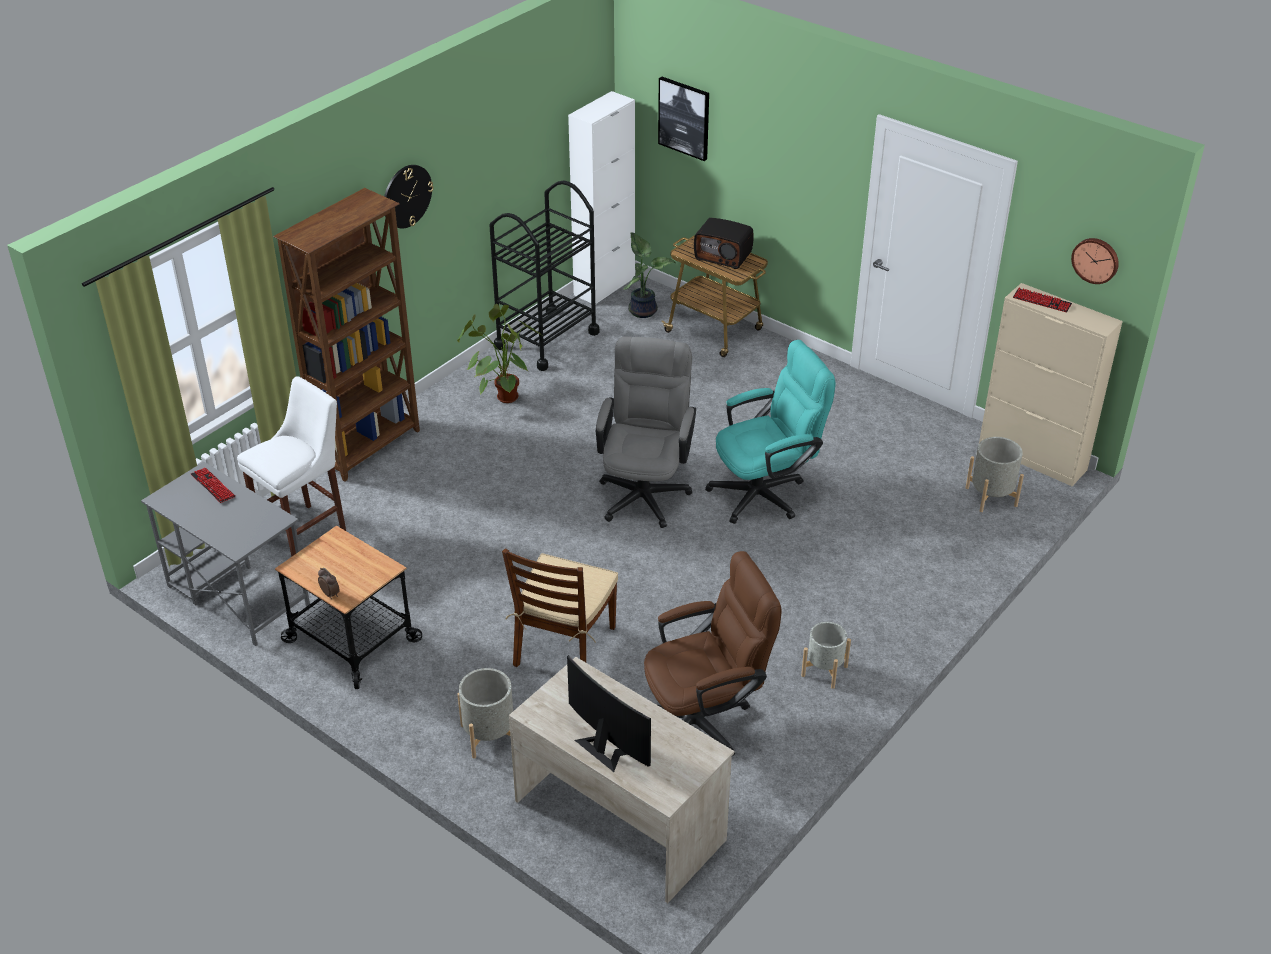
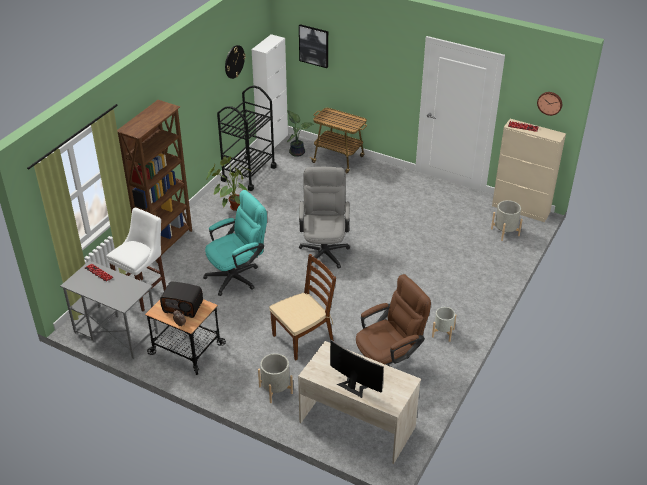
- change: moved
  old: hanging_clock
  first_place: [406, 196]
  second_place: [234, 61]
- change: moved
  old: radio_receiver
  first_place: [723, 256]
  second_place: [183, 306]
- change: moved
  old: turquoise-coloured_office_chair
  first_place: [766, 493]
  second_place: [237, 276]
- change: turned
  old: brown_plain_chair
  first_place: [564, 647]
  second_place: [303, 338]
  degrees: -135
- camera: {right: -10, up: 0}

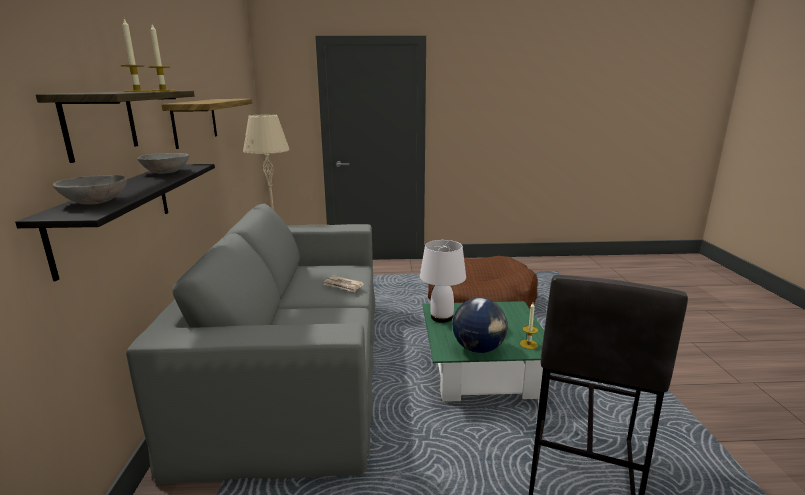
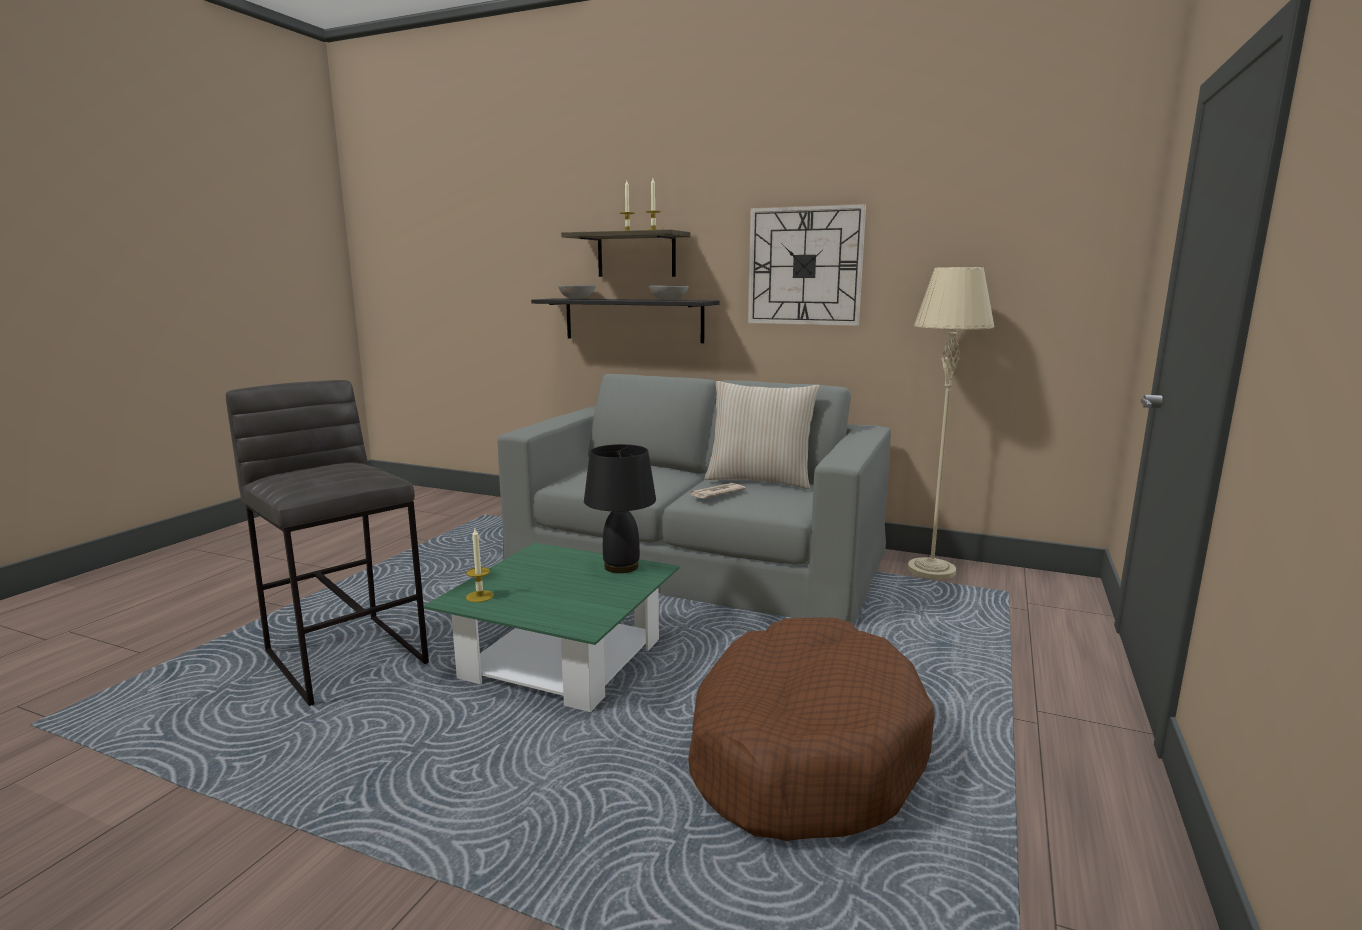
- change: removed
  old: desk_globe
  first_place: [478, 349]
- change: added
  new: sand-coloured_cushion
  second_place: [759, 480]
- change: replaced
  old: bracket_shelf
  new: hanging_clock
  first_place: [195, 121]
  second_place: [804, 266]
- change: recoloured
  old: whitish_lamp_for_a_table
  new: black_lamp_for_a_table
  first_place: [441, 317]
  second_place: [621, 566]
- camera: {right: 115, up: -5}

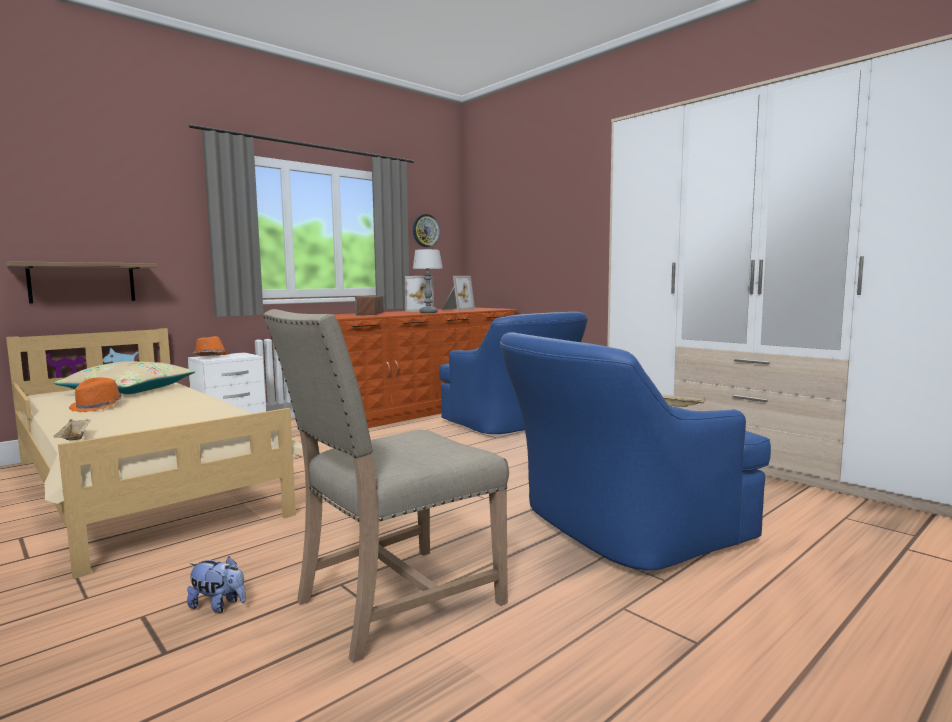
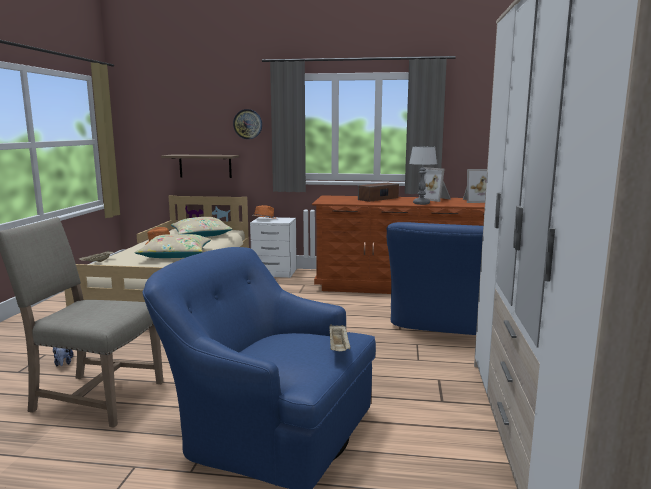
- change: added
  new: sand-coloured_cushion
  second_place: [175, 255]
- change: moved
  old: hanging_clock
  first_place: [425, 230]
  second_place: [248, 124]
- camera: {right: 50, up: 5}

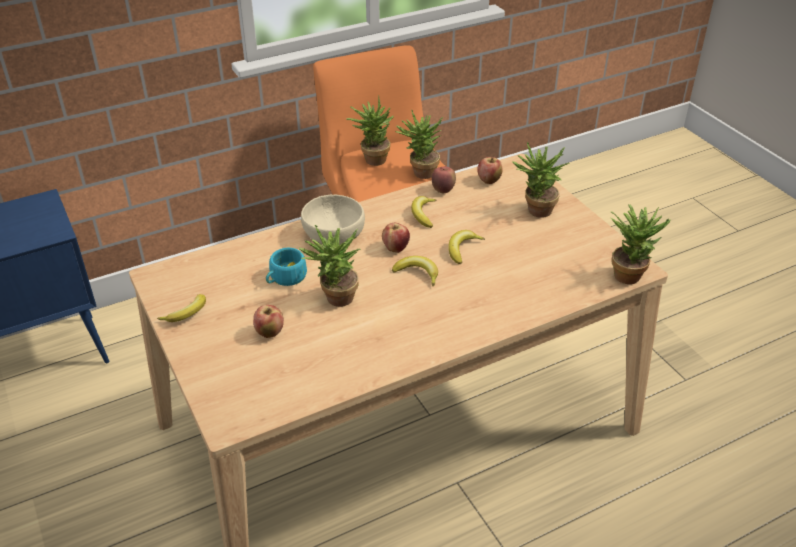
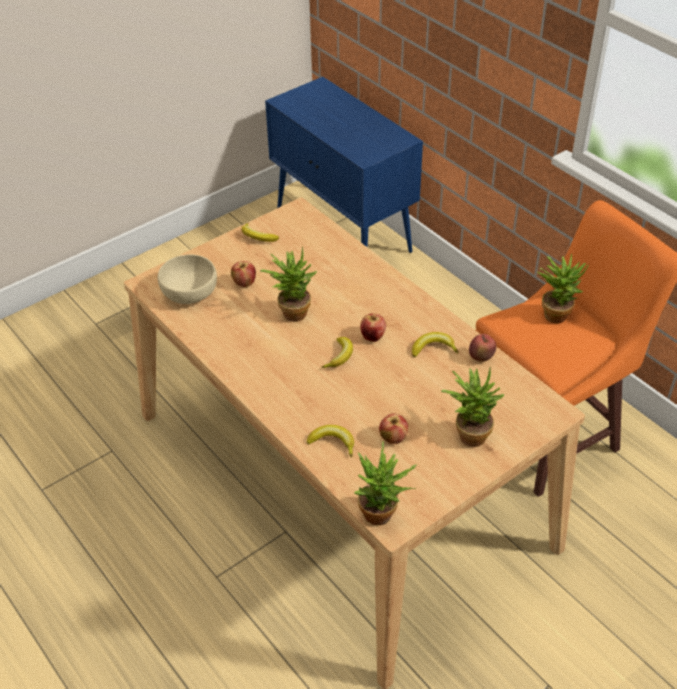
- change: removed
  old: turquoise-coloured_cup
  first_place: [285, 278]
- change: removed
  old: plant_in_a_pot
  first_place: [419, 173]
- change: moved
  old: sand-coloured_bowl
  first_place: [333, 235]
  second_place: [188, 292]
- change: moved
  old: banana
  first_place: [462, 249]
  second_place: [333, 443]
- change: moved
  old: apple_fruit
  first_place: [489, 181]
  second_place: [393, 438]
- camera: {right: 80, up: 5}

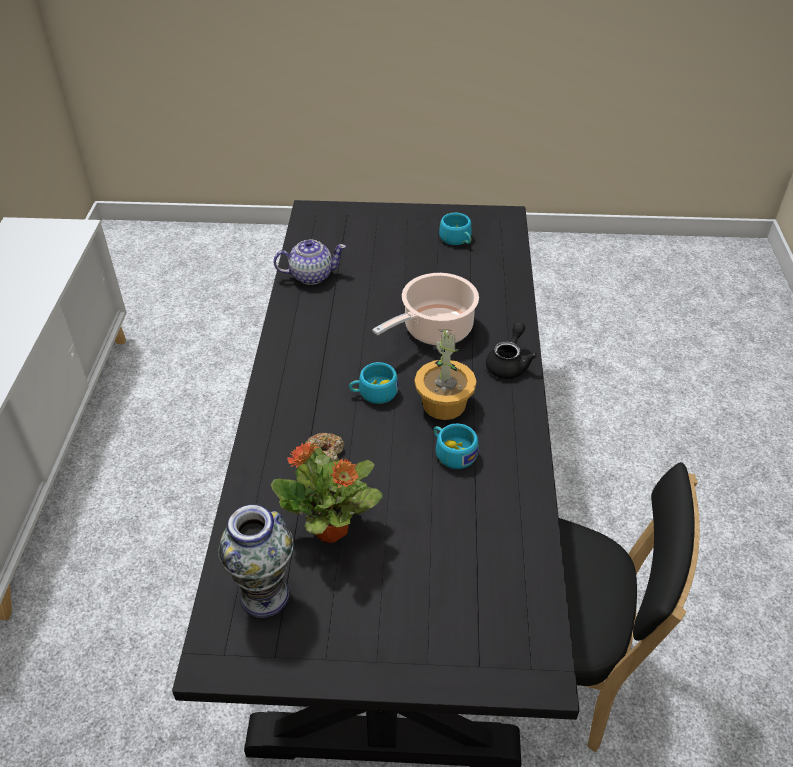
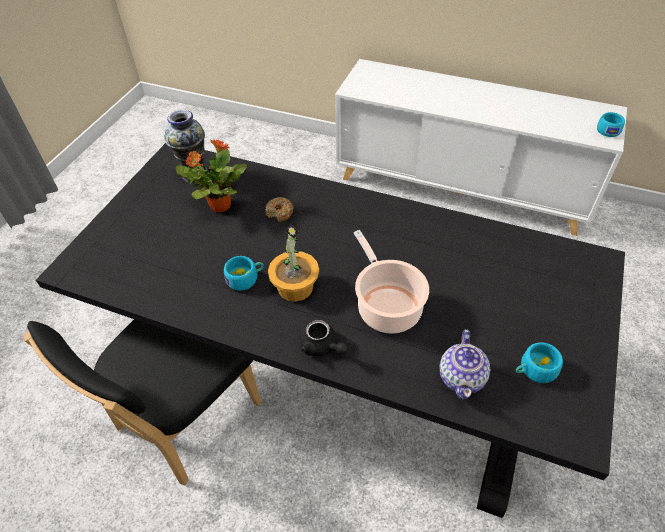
- change: moved
  old: pot_for_tea
  first_place: [311, 275]
  second_place: [462, 377]
- change: moved
  old: turquoise-coloured_cup
  first_place: [373, 393]
  second_place: [607, 129]
- camera: {right: 110, up: 5}

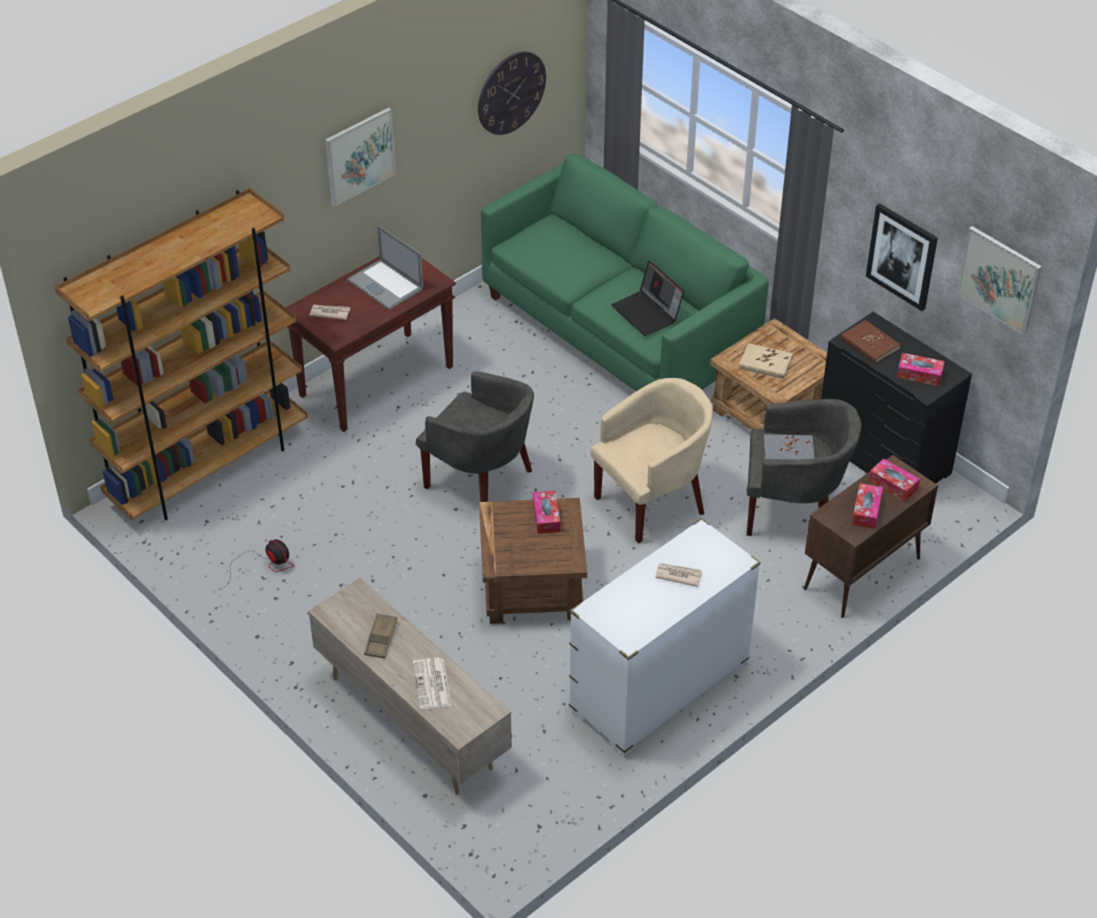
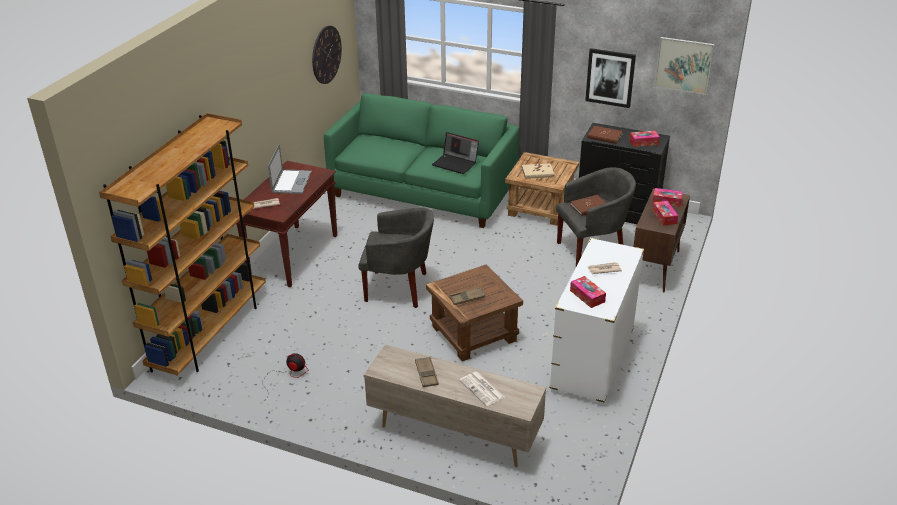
- change: removed
  old: picture
  first_place: [359, 156]
- change: removed
  old: sand-coloured_armchair
  first_place: [652, 502]
- change: added
  new: brown_serving_tray
  second_place: [467, 298]
- change: moved
  old: tissue_box
  first_place: [546, 517]
  second_place: [587, 296]
- change: recoloured
  old: gray_book
  new: brown_book
  first_place: [788, 452]
  second_place: [589, 207]
- change: turned
  old: laptop
  first_place: [385, 285]
  second_place: [291, 182]
  degrees: -105
- camera: {right: -25, up: -10}

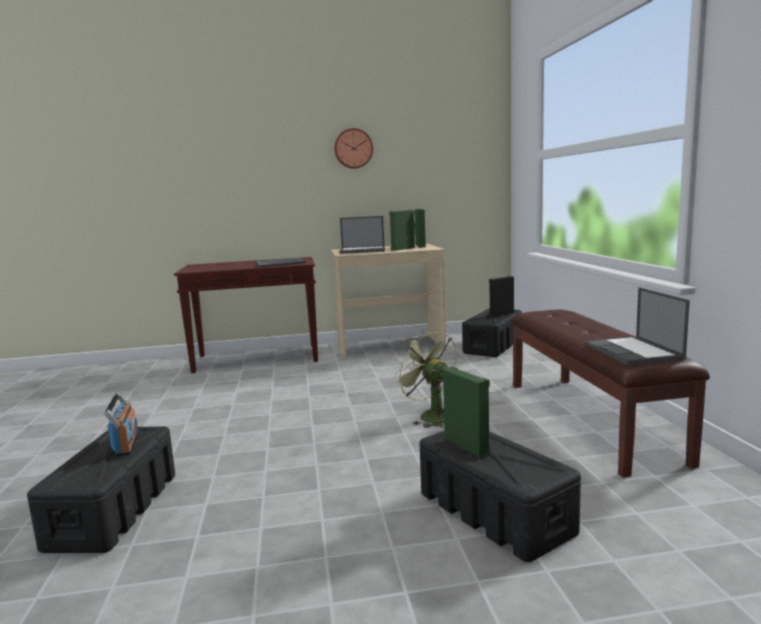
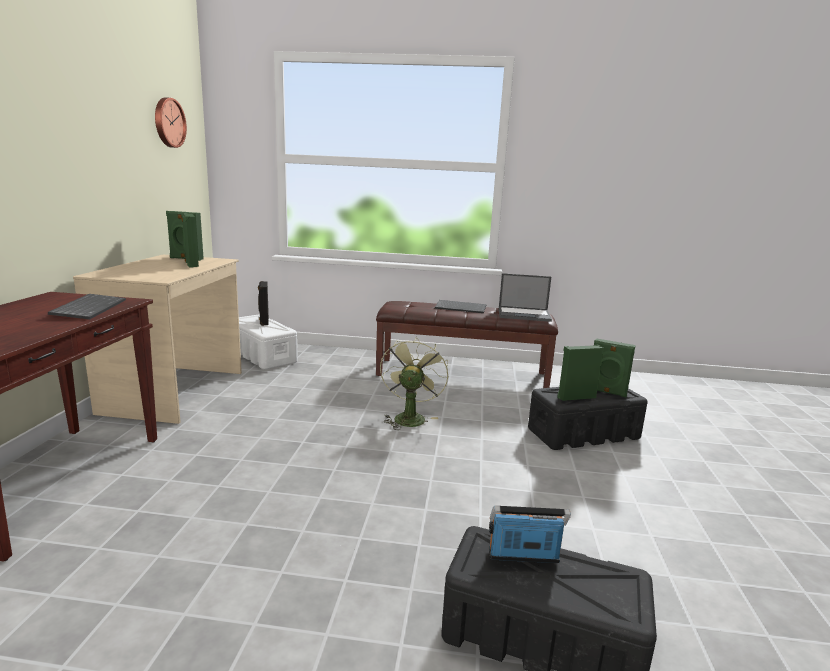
- change: removed
  old: laptop
  first_place: [363, 250]
- change: added
  new: PC_keyboard
  second_place: [461, 308]
- change: added
  new: green_loudspeaker
  second_place: [606, 392]
- change: moved
  old: hanging_clock
  first_place: [353, 148]
  second_place: [168, 122]
- change: recoloured
  old: black_storage_container
  new: whitish_storage_container
  first_place: [493, 346]
  second_place: [262, 355]
- change: turned
  old: green_fan
  first_place: [430, 415]
  second_place: [409, 417]
  degrees: 120
- camera: {right: -75, up: 5}

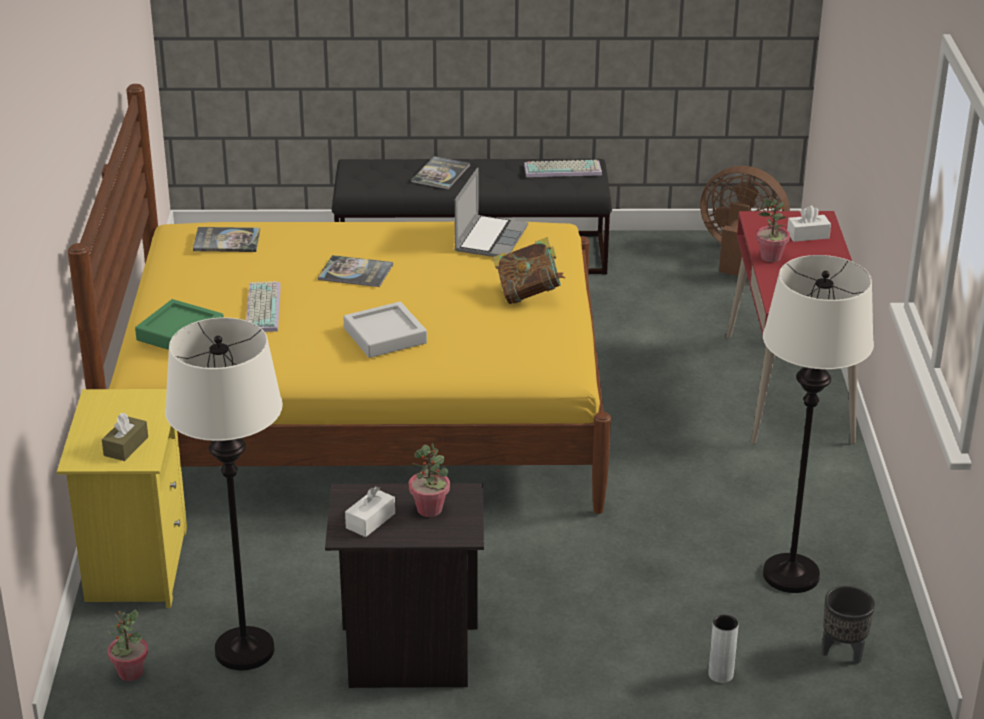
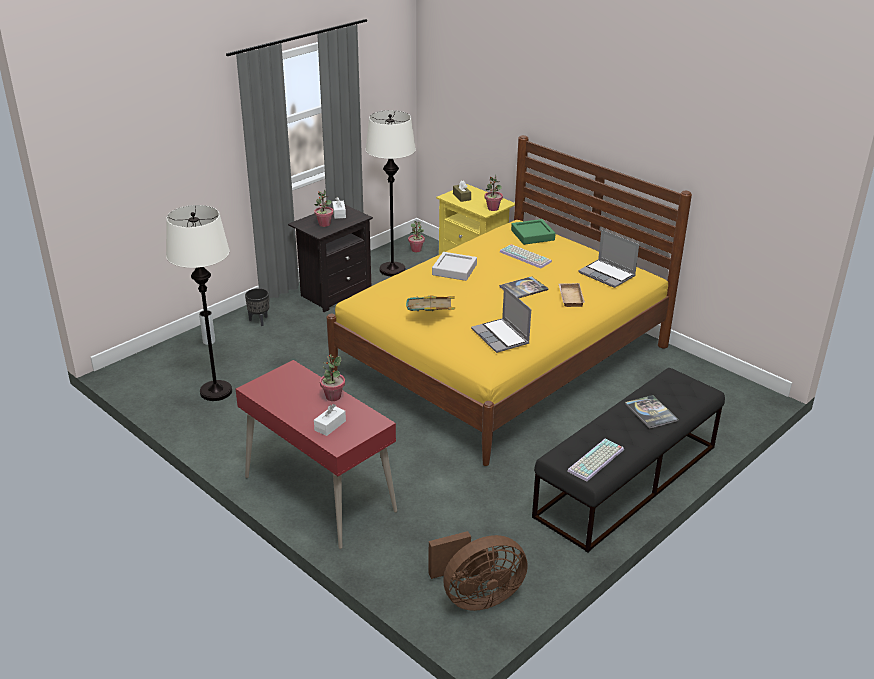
- change: added
  new: plant_in_a_pot
  second_place: [493, 208]
- change: added
  new: sand-coloured_serving_tray
  second_place: [569, 297]
- change: moved
  old: black_planter
  first_place: [843, 652]
  second_place: [259, 321]
- change: replaced
  old: book
  new: laptop
  first_place: [227, 241]
  second_place: [607, 275]
- camera: {right: 135, up: 0}

